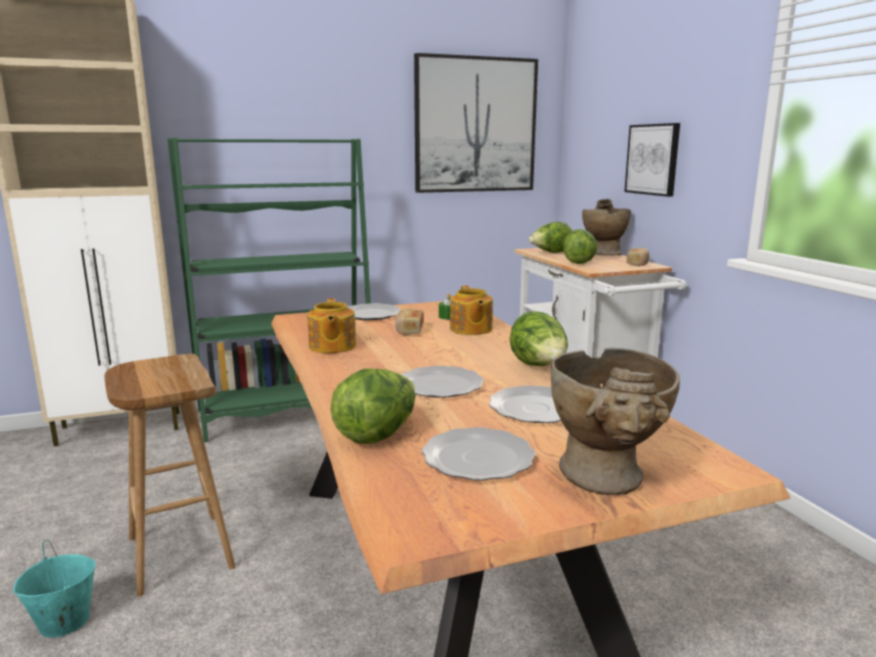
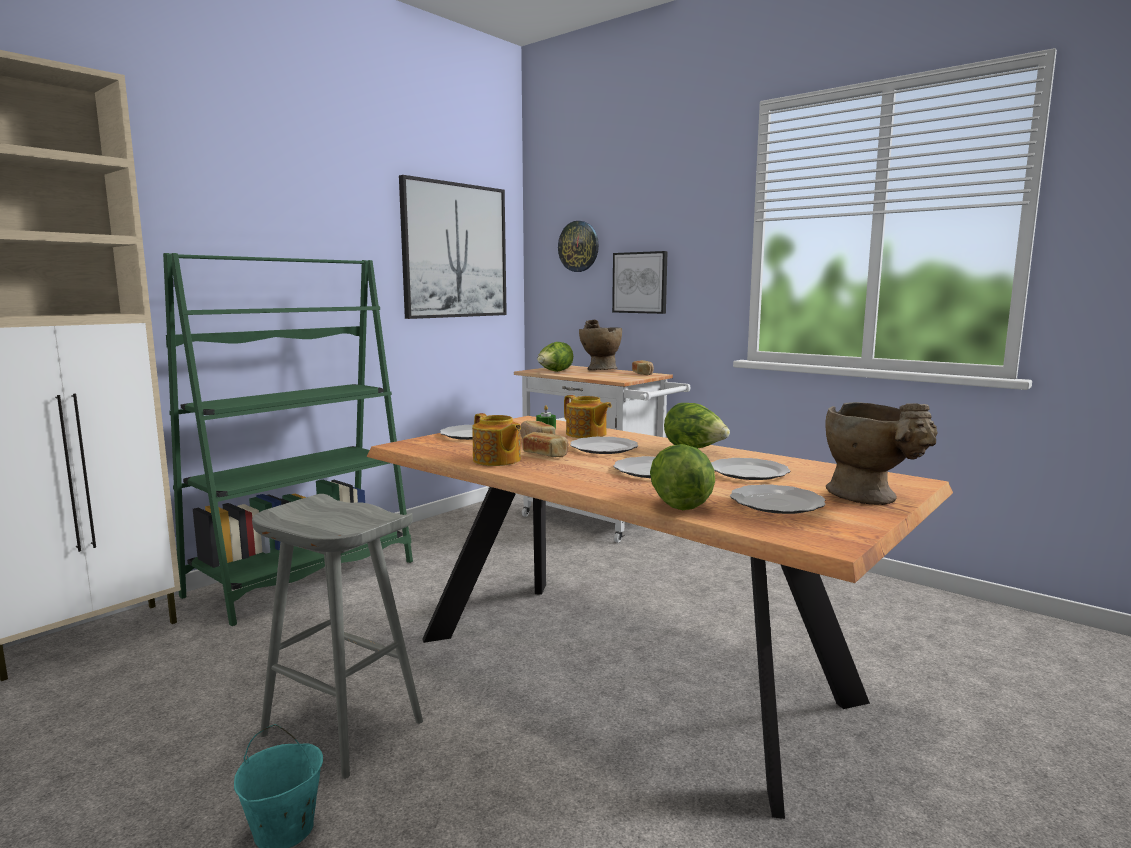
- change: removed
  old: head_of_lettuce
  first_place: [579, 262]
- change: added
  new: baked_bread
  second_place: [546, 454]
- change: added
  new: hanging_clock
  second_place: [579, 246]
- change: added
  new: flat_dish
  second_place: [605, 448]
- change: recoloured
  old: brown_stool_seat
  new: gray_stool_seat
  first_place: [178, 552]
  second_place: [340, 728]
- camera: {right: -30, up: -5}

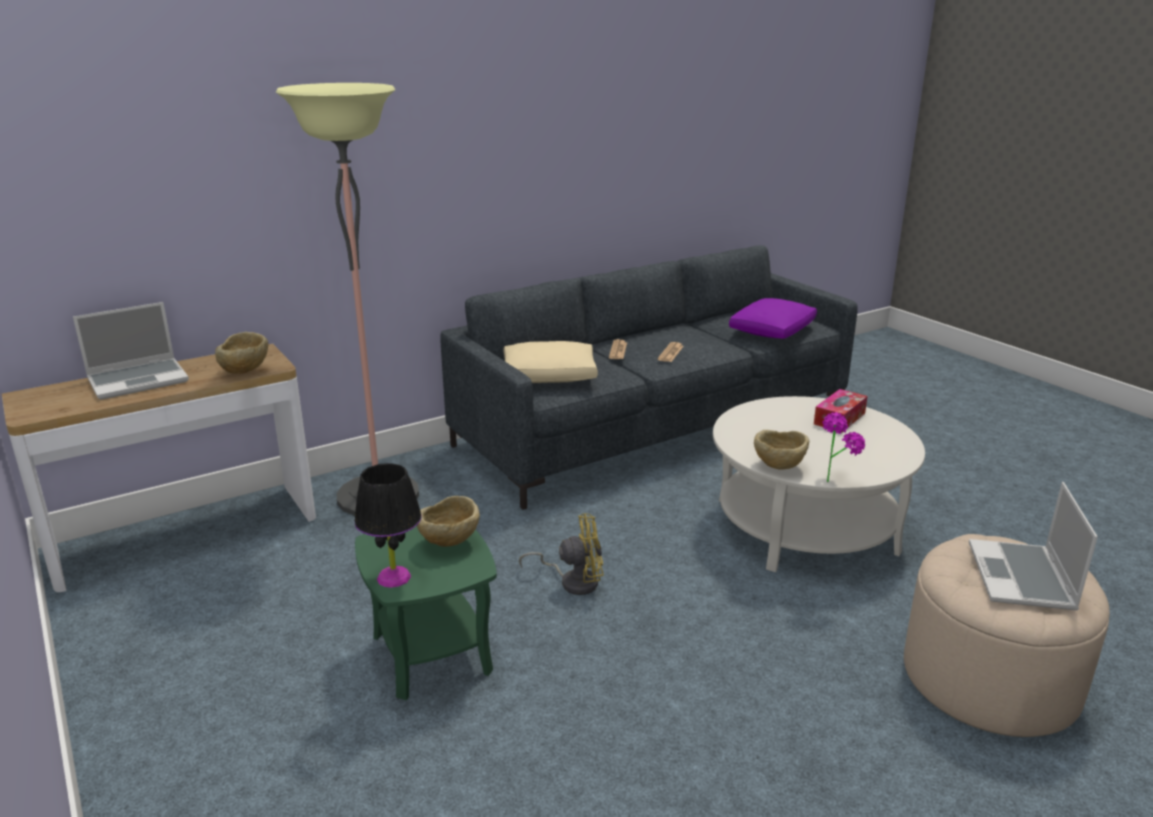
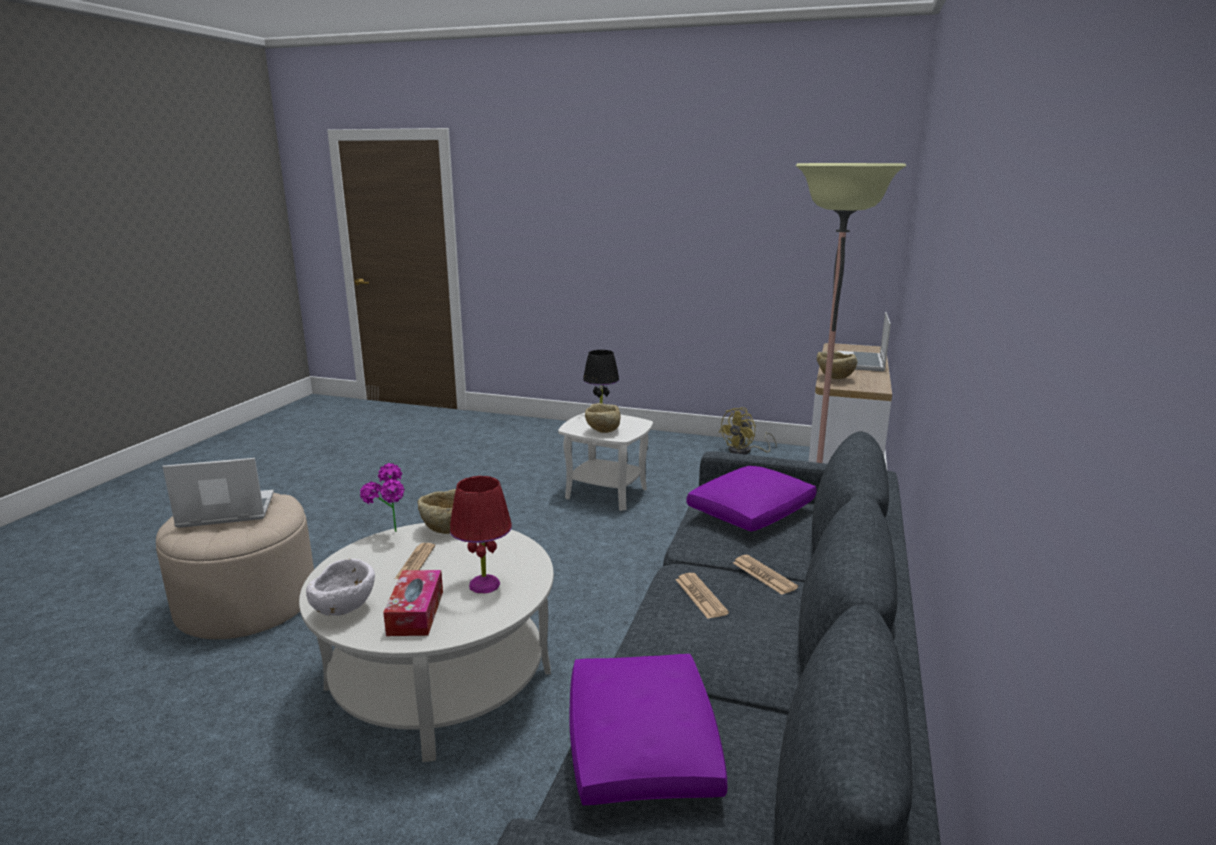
- change: added
  new: whitish_bowl
  second_place: [344, 610]
- change: added
  new: daily_paper
  second_place: [415, 562]
- change: added
  new: red_lamp_for_a_table
  second_place: [484, 585]
- change: moved
  old: yellow-coloured_fan
  first_place: [573, 581]
  second_place: [745, 451]
- change: recoloured
  old: green_end_table
  new: whitish_end_table
  first_place: [431, 653]
  second_place: [606, 493]
- change: recoloured
  old: sand-coloured_cushion
  new: purple-coloured_cushion
  first_place: [550, 376]
  second_place: [750, 513]
- change: turned
  old: laptop
  first_place: [1022, 578]
  second_place: [225, 512]
  degrees: -75
- camera: {right: 140, up: -5}

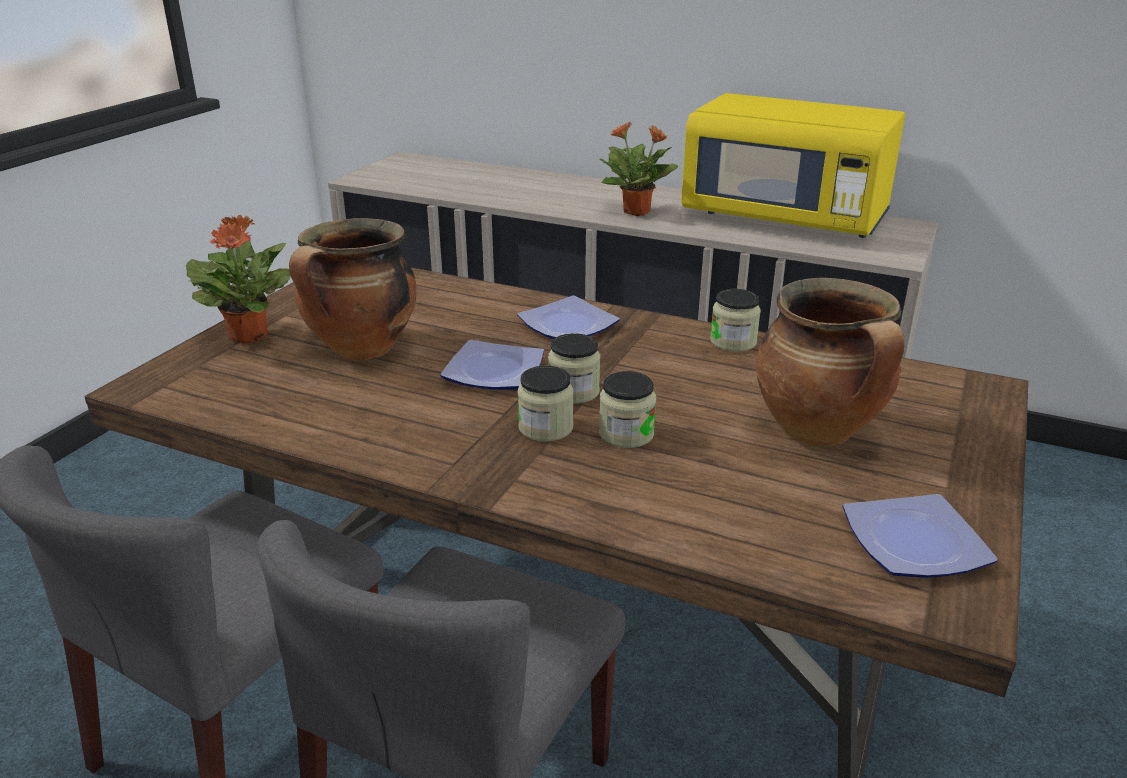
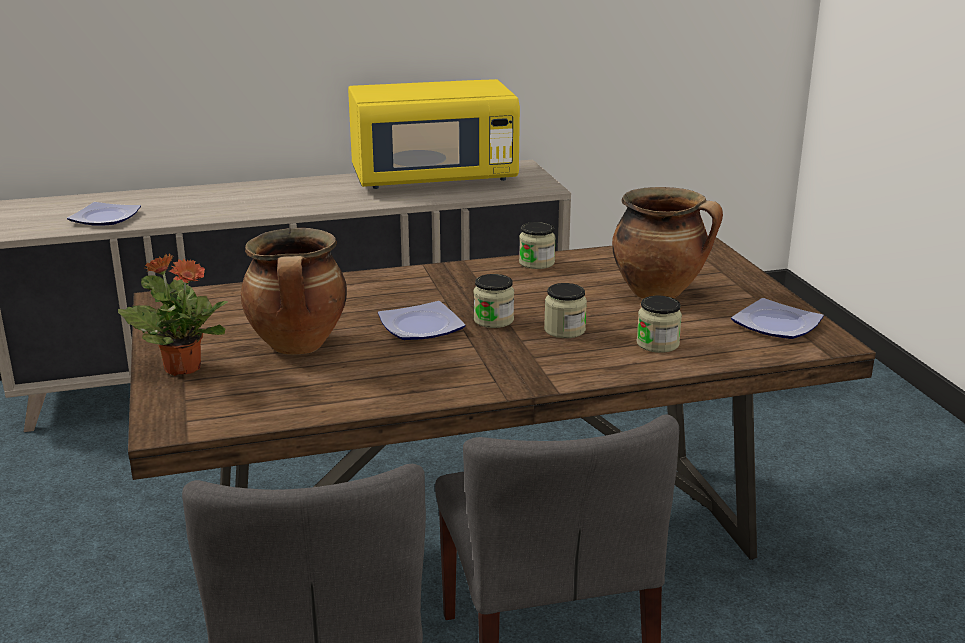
- change: removed
  old: plant_in_a_pot
  first_place: [637, 212]
- change: moved
  old: flat_dish
  first_place: [566, 325]
  second_place: [104, 218]
- change: moved
  old: storage_jar
  first_place: [546, 428]
  second_place: [657, 344]
- camera: {right: -40, up: -5}

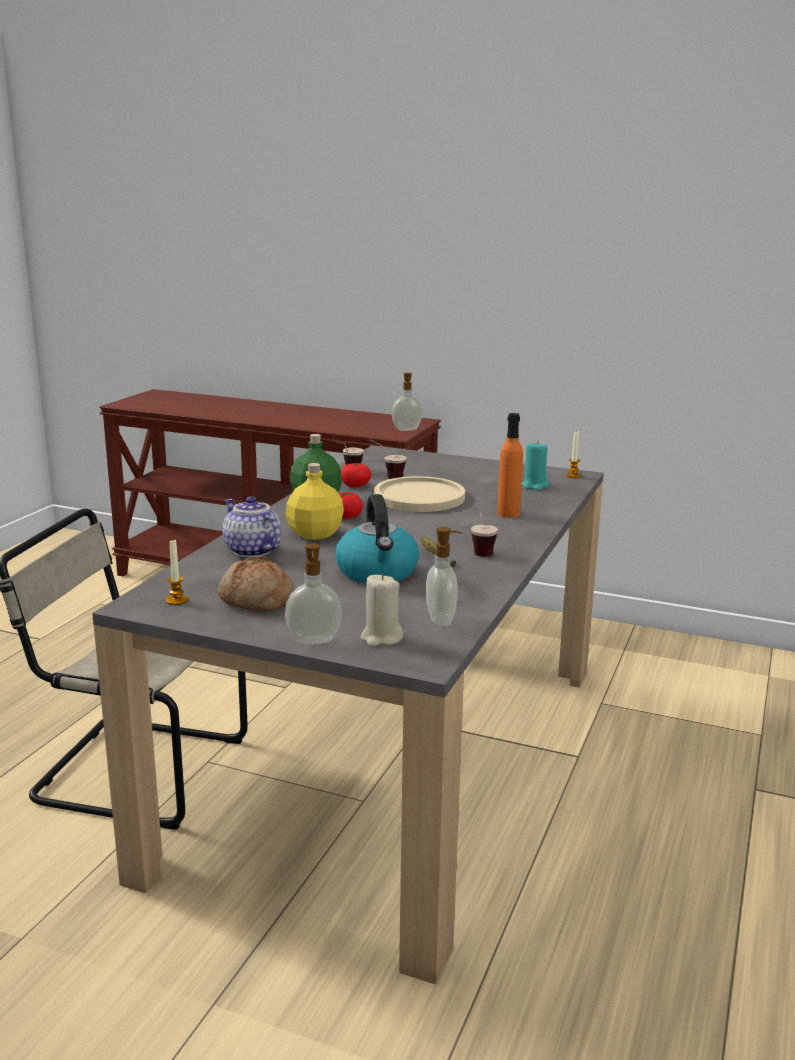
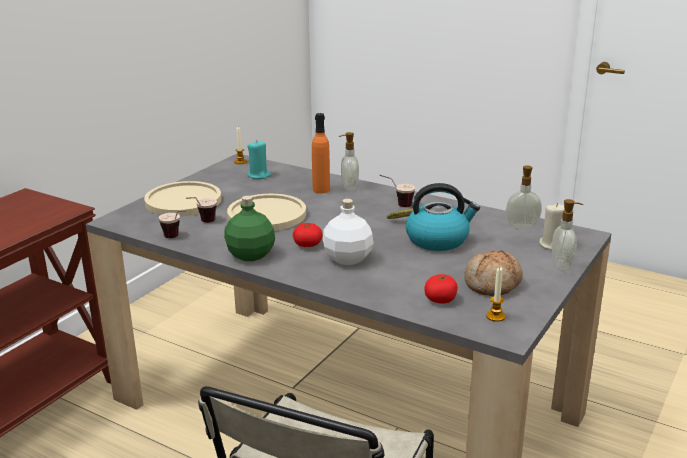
- change: removed
  old: pot_for_tea
  first_place: [251, 551]
- change: added
  new: sand-coloured_flat_dish
  second_place: [183, 201]
- change: moved
  old: whole_tomato
  first_place: [355, 485]
  second_place: [440, 299]
- change: moved
  old: liquid_soap_bottle
  first_place: [406, 429]
  second_place: [349, 187]
- change: recoloured
  old: yellow-coloured_bottle
  new: whitish_bottle
  first_place: [315, 533]
  second_place: [347, 258]
- camera: {right: -80, up: 5}

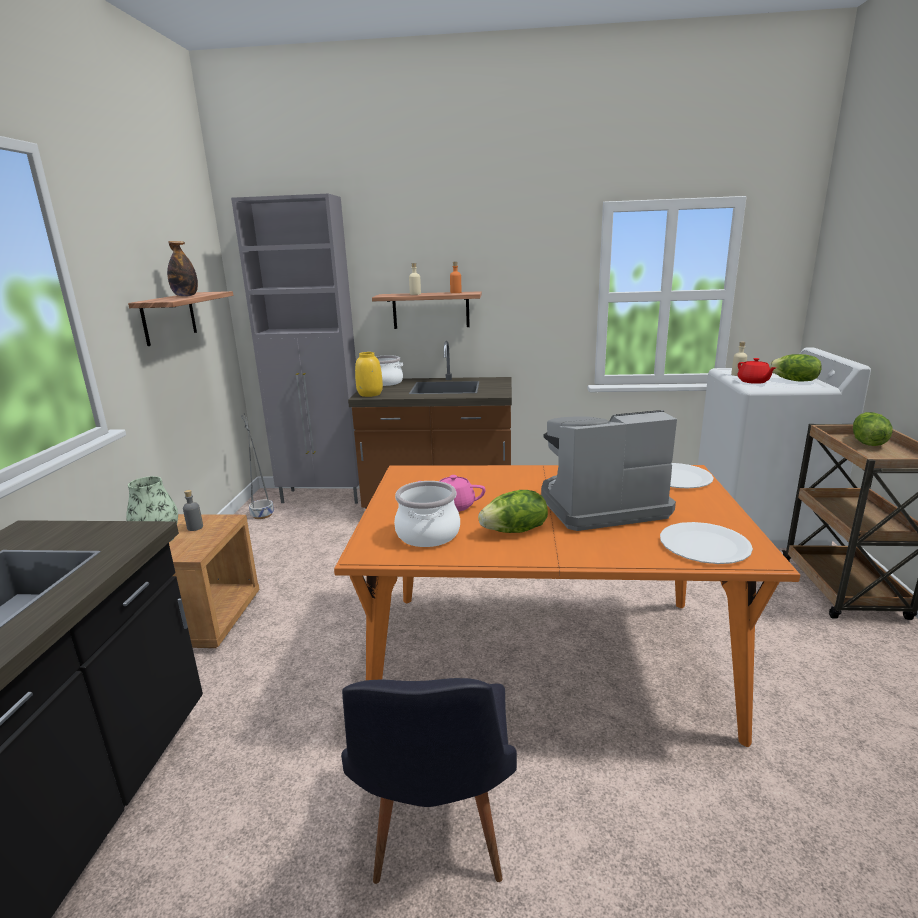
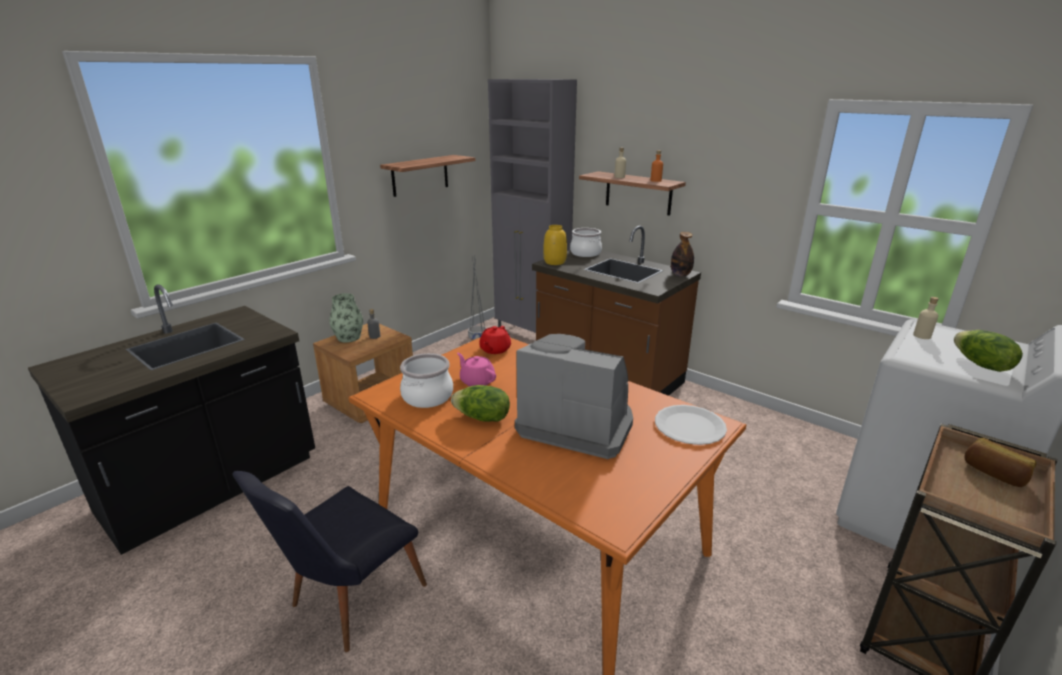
- change: removed
  old: whitish_flat_dish
  first_place: [704, 545]
- change: moved
  old: bottle
  first_place: [185, 296]
  second_place: [680, 275]
- change: moved
  old: red_pot_for_tea
  first_place: [753, 381]
  second_place: [494, 350]
- change: replaced
  old: head_of_lettuce
  new: baked_bread
  first_place: [866, 443]
  second_place: [994, 474]
- camera: {right: 35, up: 5}

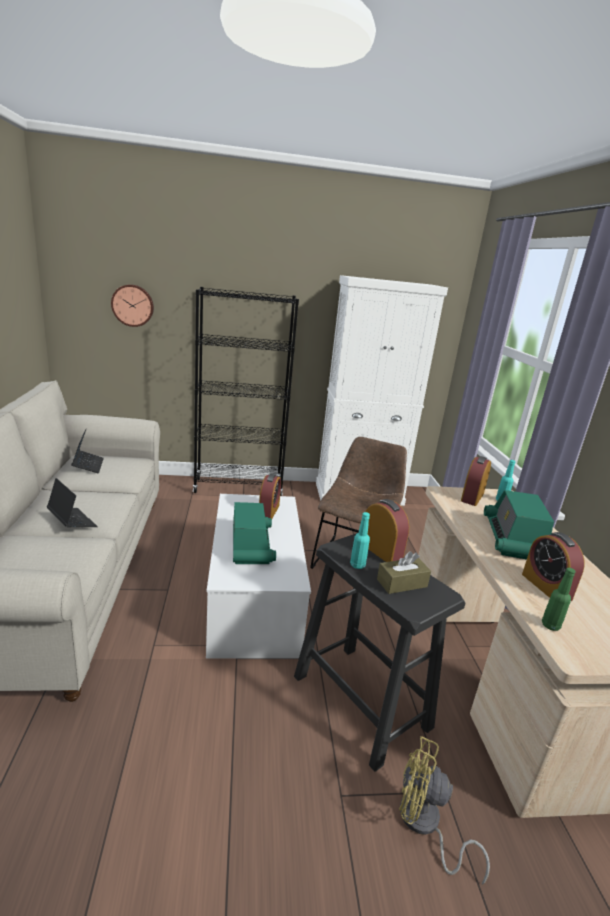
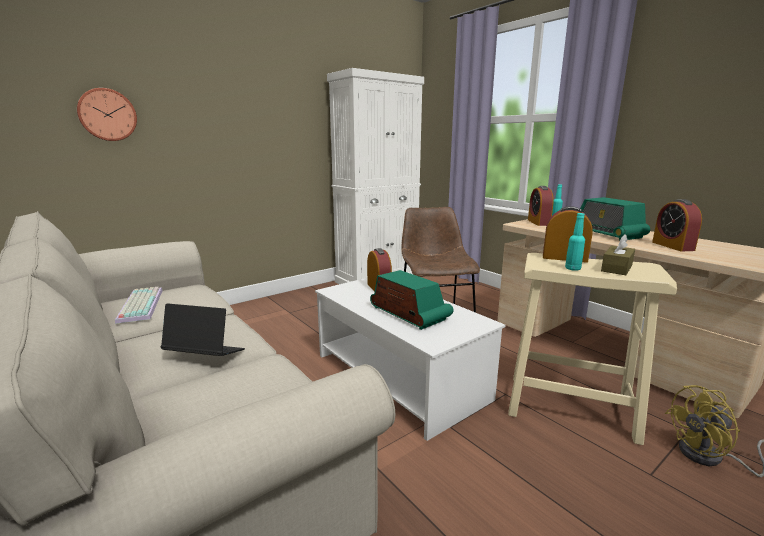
- change: removed
  old: black_shelving_unit
  first_place: [238, 487]
- change: removed
  old: green_bottle
  first_place: [550, 625]
- change: replaced
  old: laptop
  new: PC_keyboard
  first_place: [88, 465]
  second_place: [139, 305]
- change: recoloured
  old: black_stool_seat
  new: sand-coloured_stool_seat
  first_place: [360, 700]
  second_place: [569, 406]
- change: turned
  old: bedside_clock
  first_place: [546, 586]
  second_place: [672, 246]
  degrees: 45
- camera: {right: -30, up: -5}

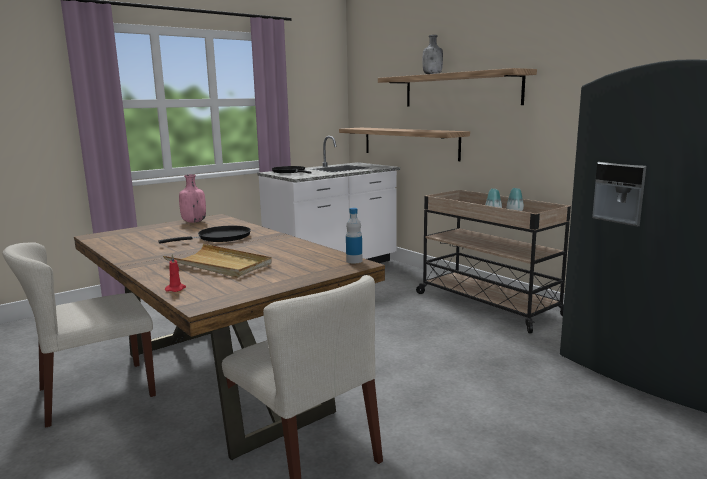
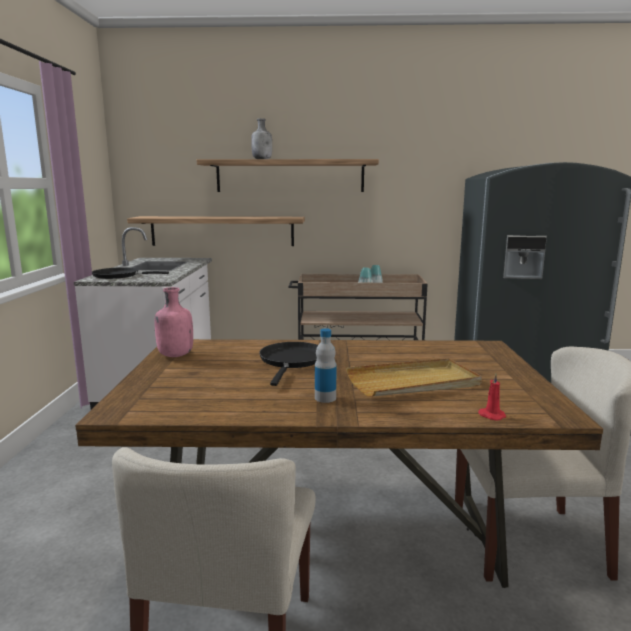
- change: moved
  old: bottle
  first_place: [354, 261]
  second_place: [325, 398]
- camera: {right: -50, up: 0}

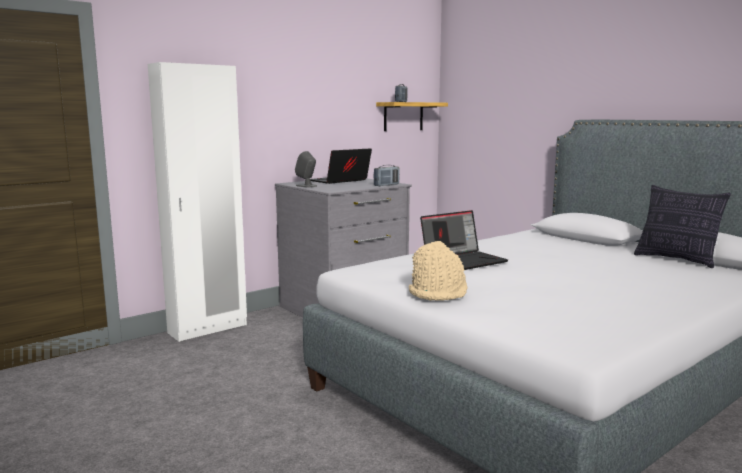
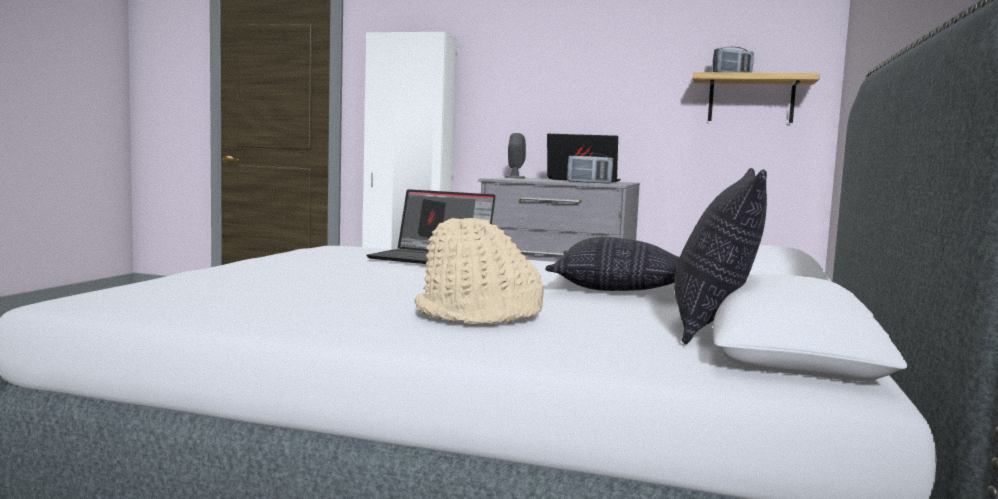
- change: added
  new: cushion
  second_place: [618, 288]
- change: moved
  old: sand-coloured_hat
  first_place: [438, 293]
  second_place: [478, 315]
- camera: {right: 55, up: -5}

